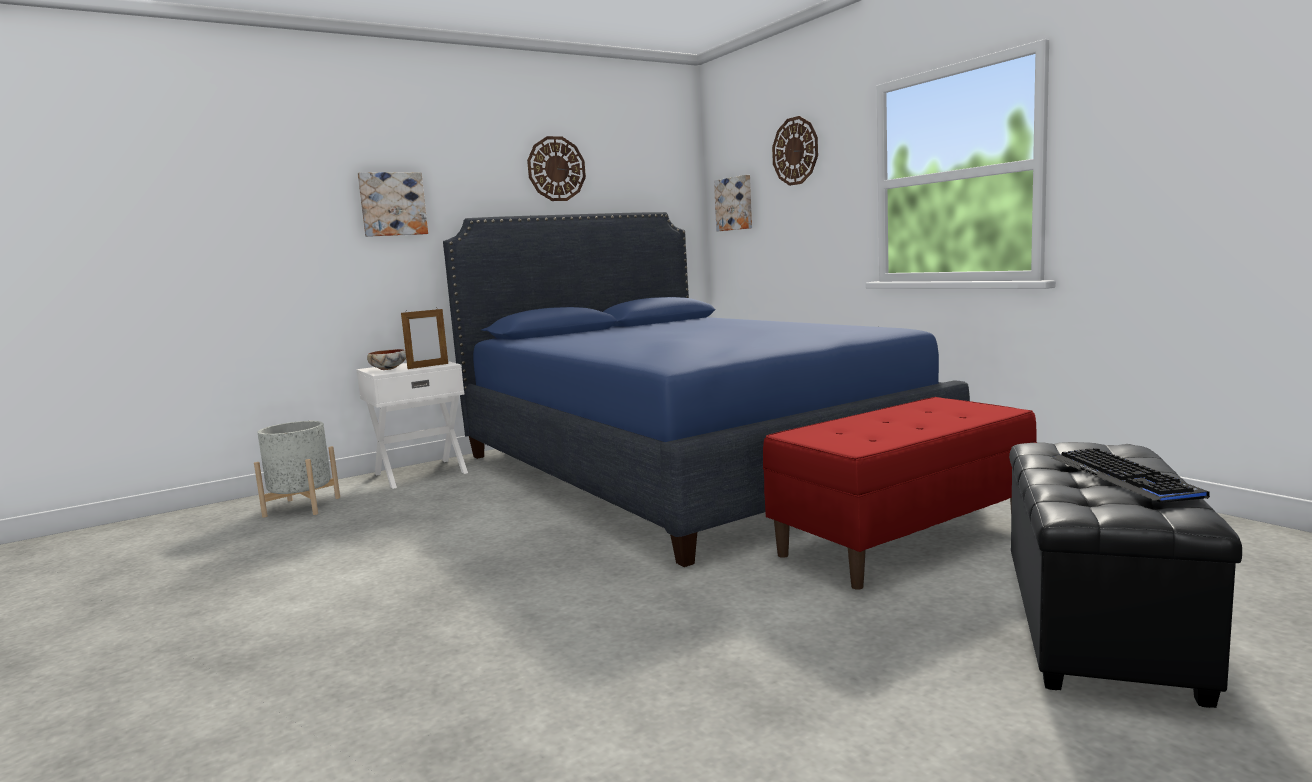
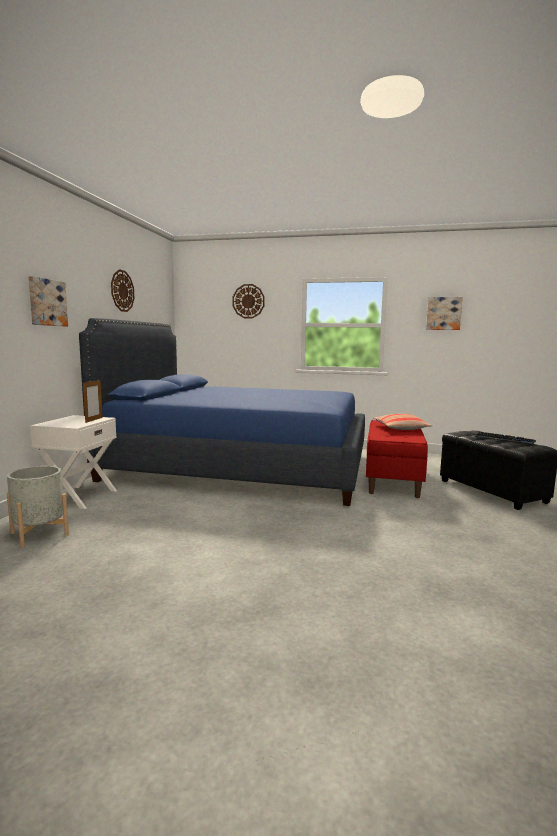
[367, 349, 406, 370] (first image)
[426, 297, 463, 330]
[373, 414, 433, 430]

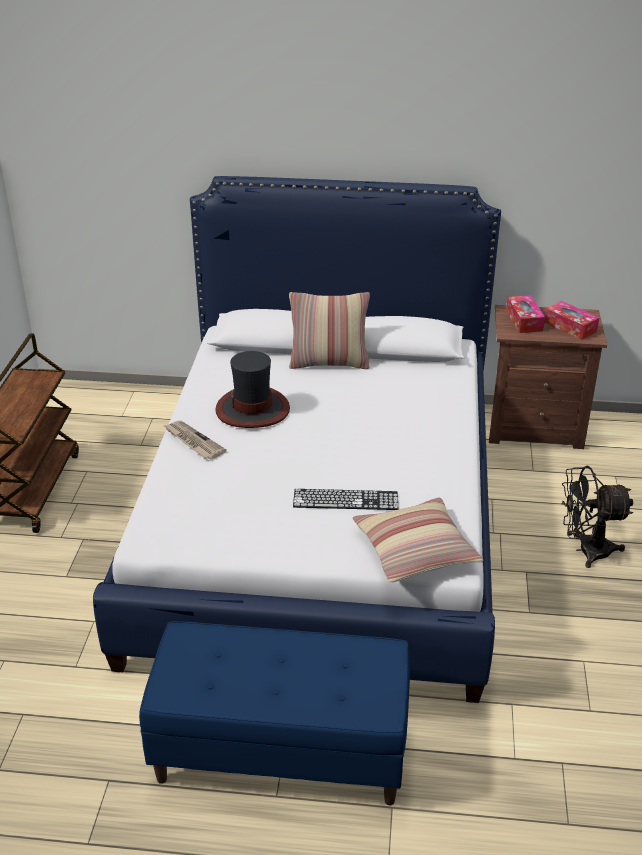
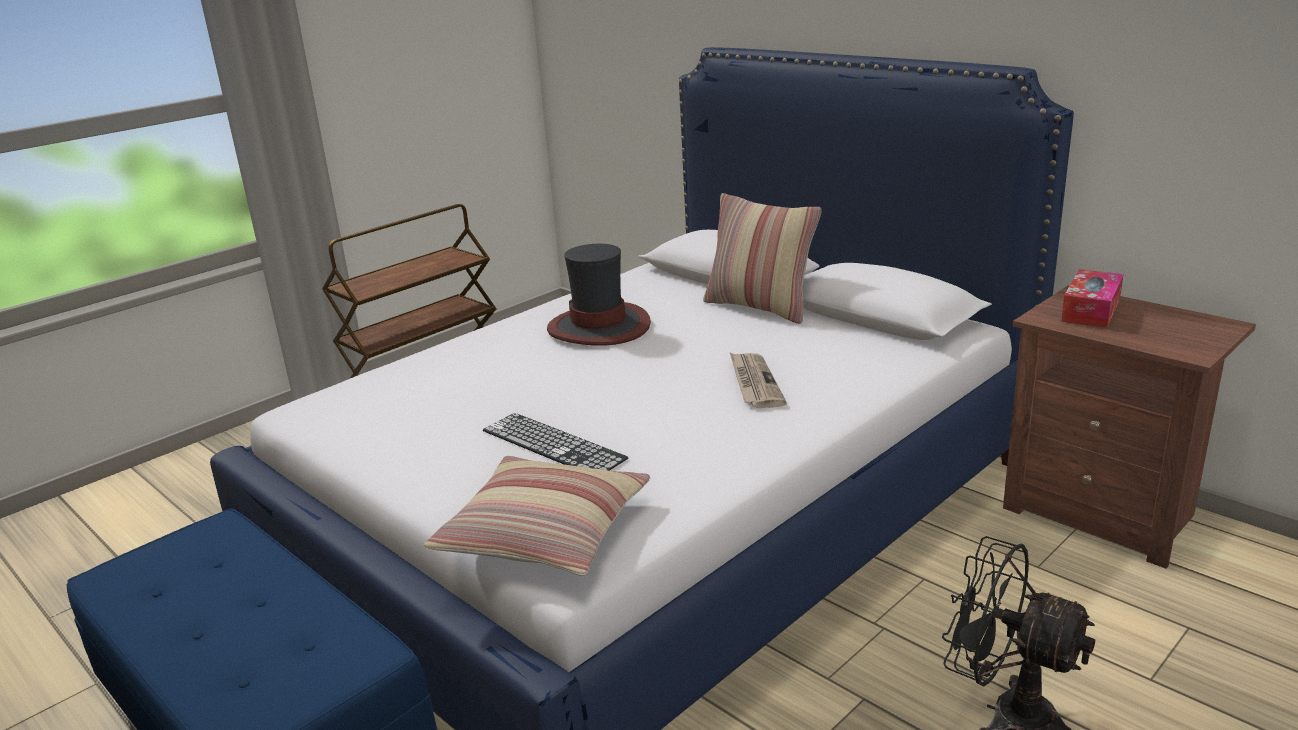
[730, 353, 787, 408]
[544, 301, 599, 340] (first image)

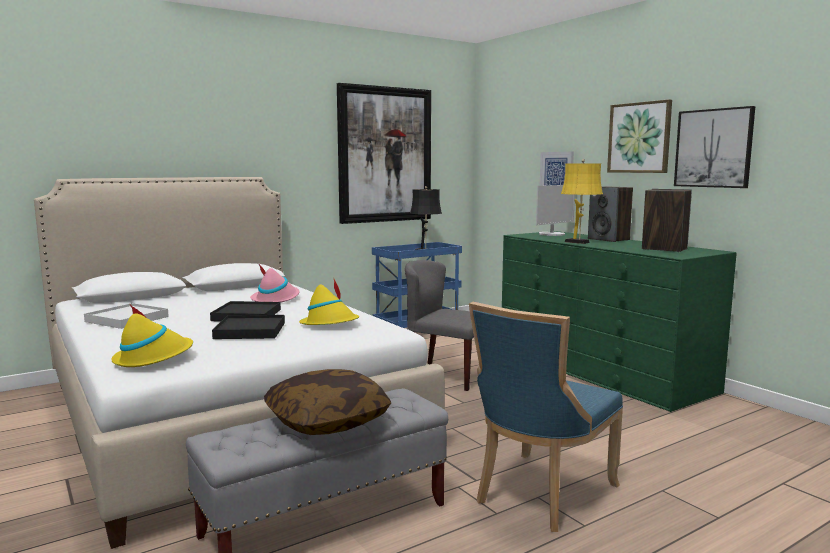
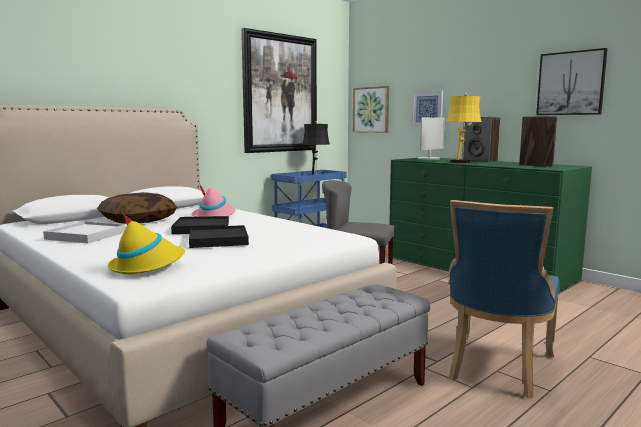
[97, 192, 177, 224]
[299, 279, 359, 325] (first image)
[353, 86, 389, 133]

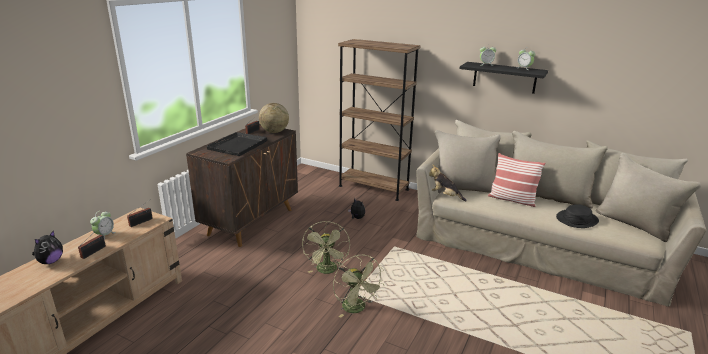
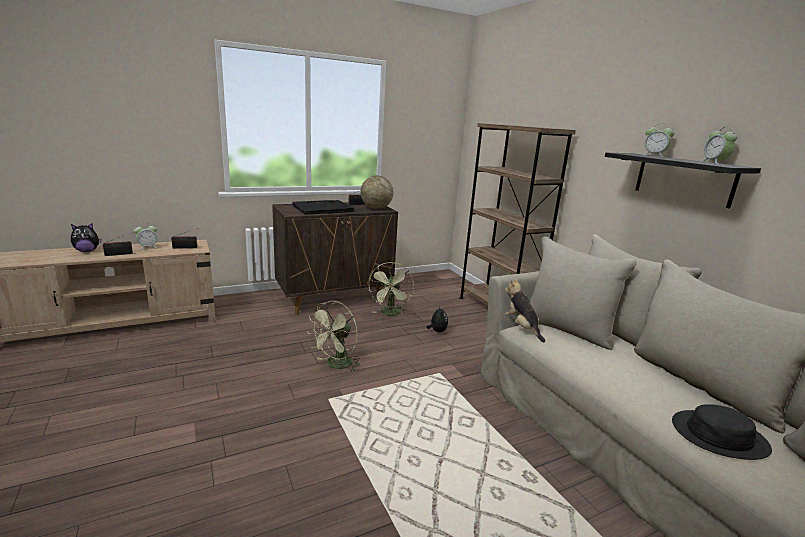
[368, 262, 414, 315]
[488, 153, 546, 207] (first image)

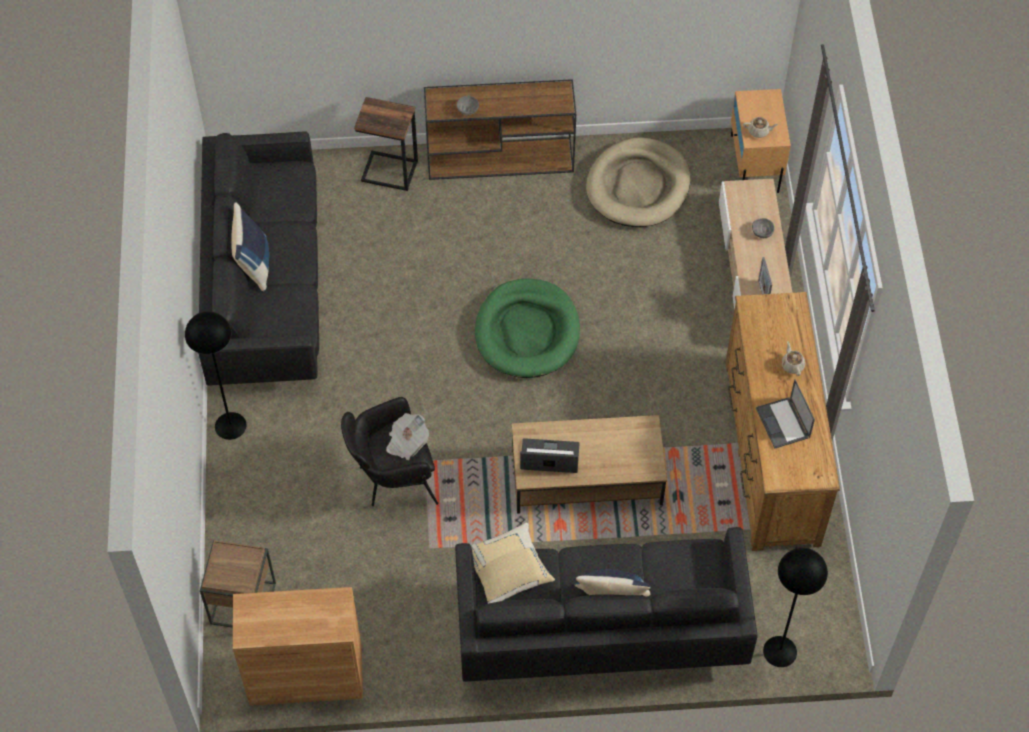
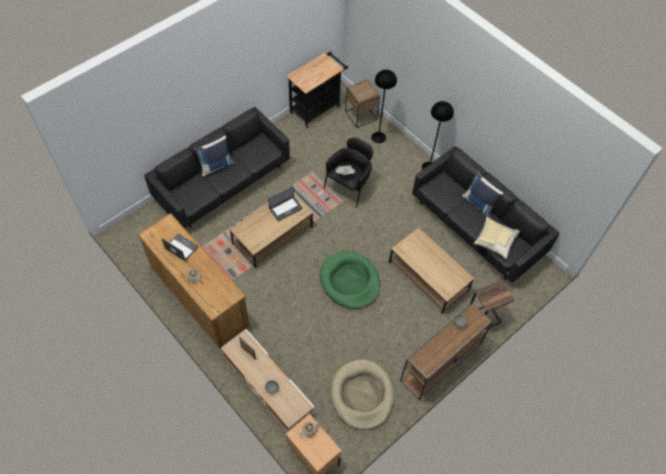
[286, 52, 348, 128]
[474, 217, 520, 259]
[371, 70, 397, 143]
[389, 227, 475, 314]

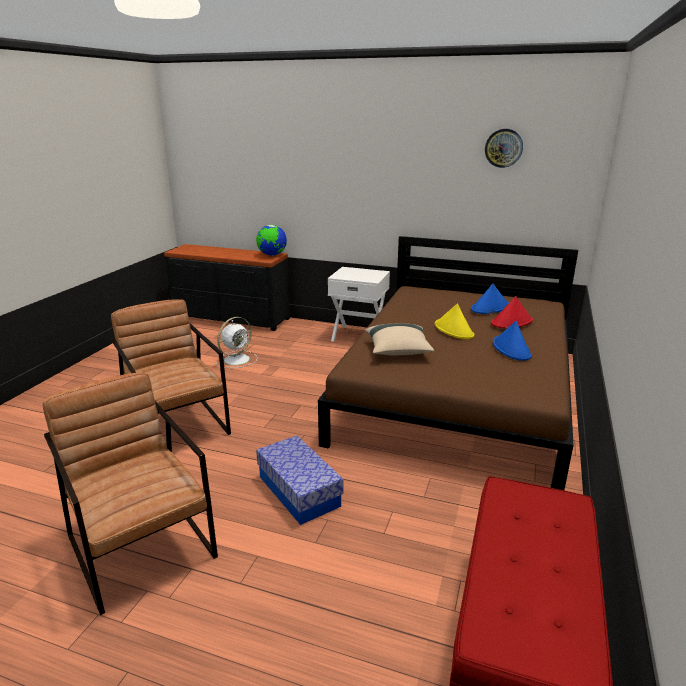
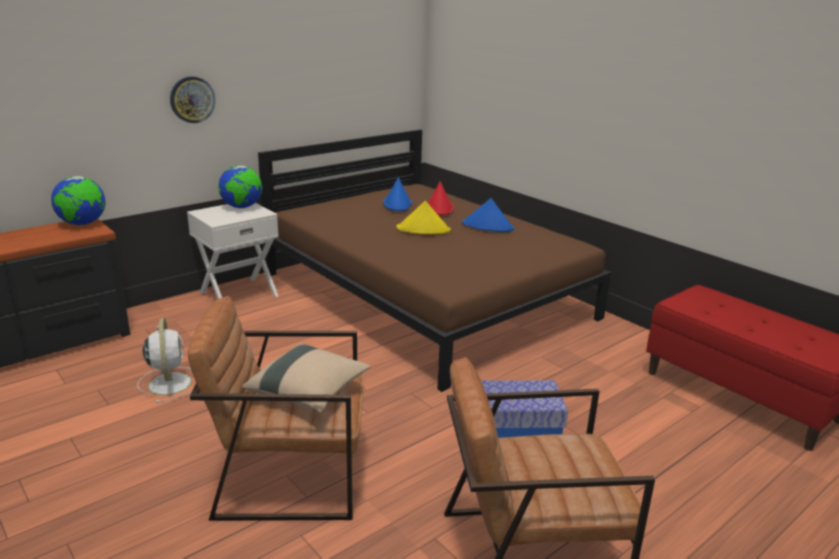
[242, 344, 371, 413]
[170, 76, 215, 123]
[218, 165, 262, 208]

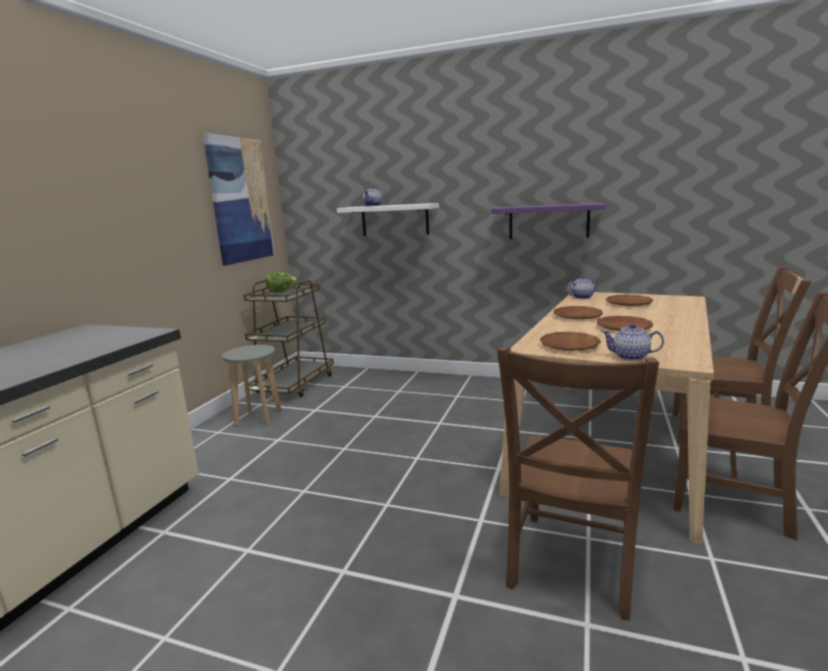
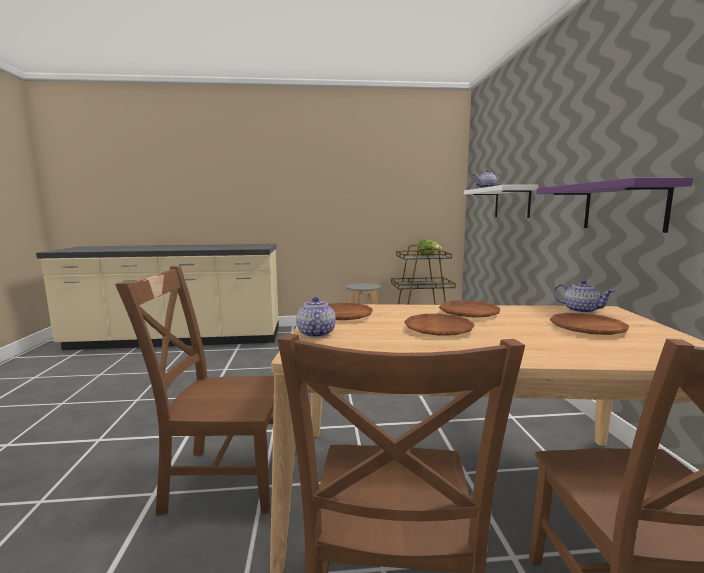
[203, 133, 275, 265] (first image)

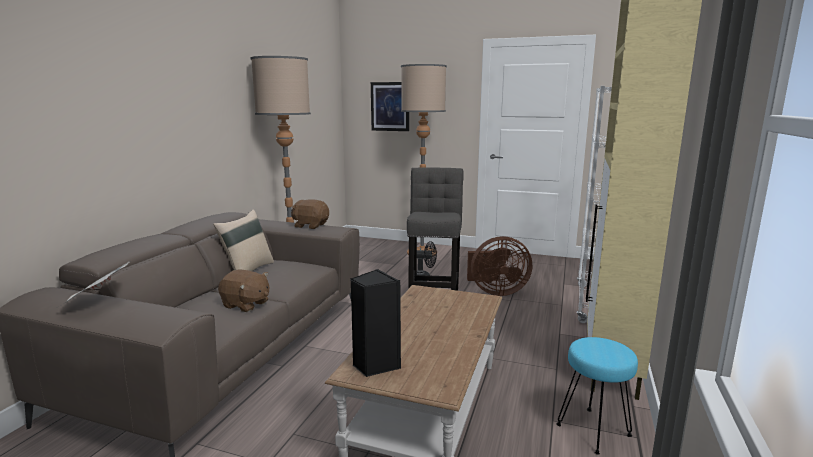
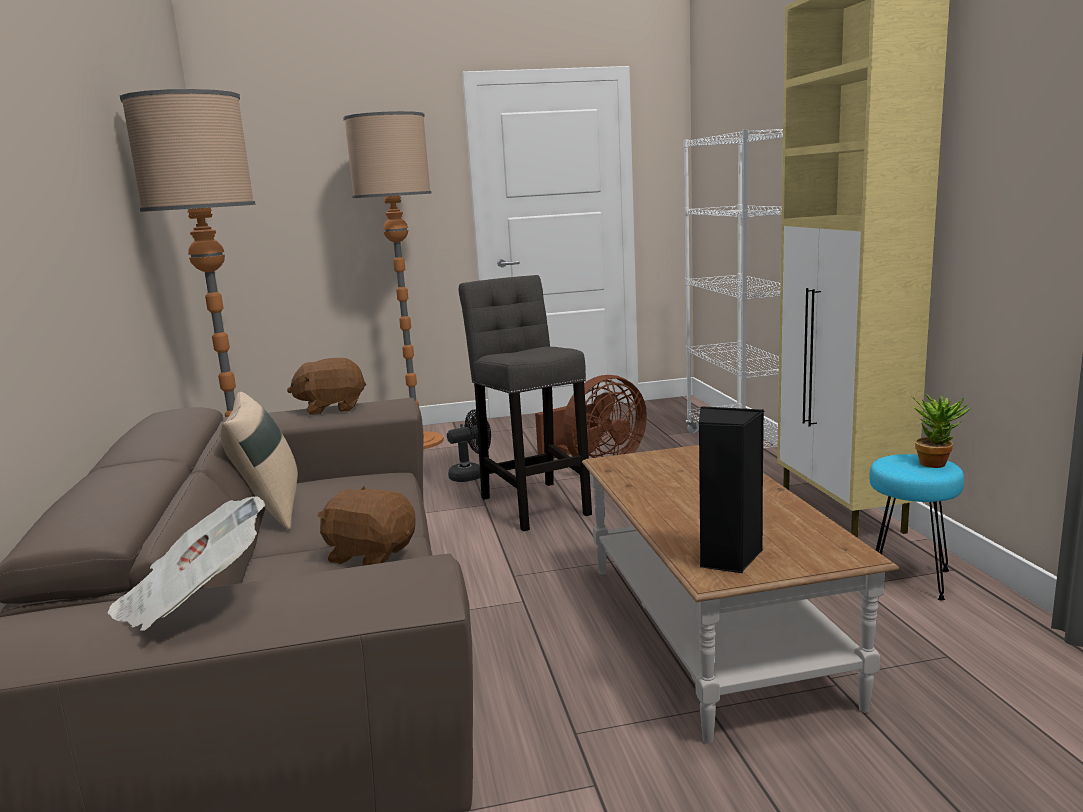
[318, 486, 416, 566]
[371, 82, 409, 131] (first image)
[910, 395, 971, 468]

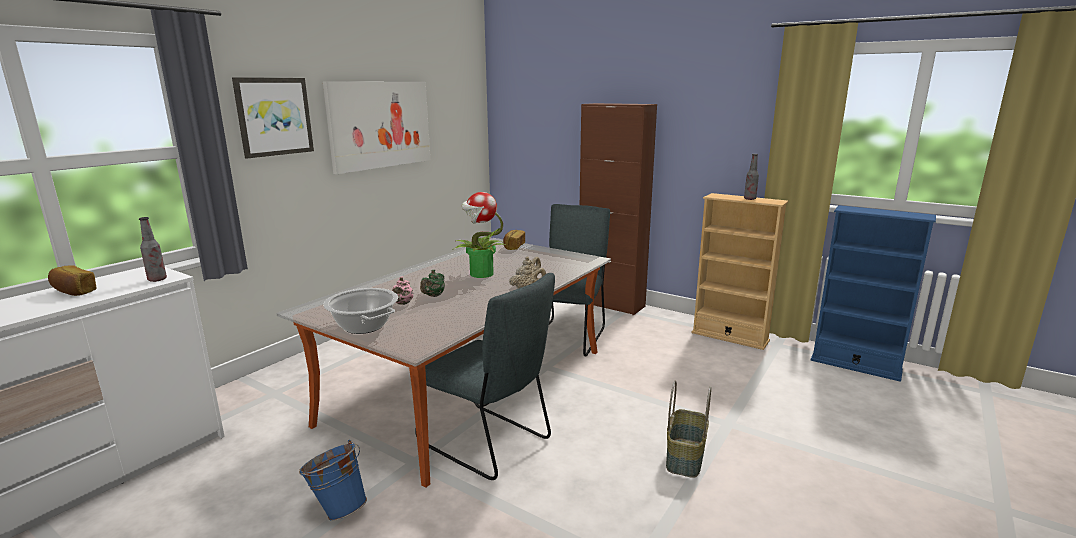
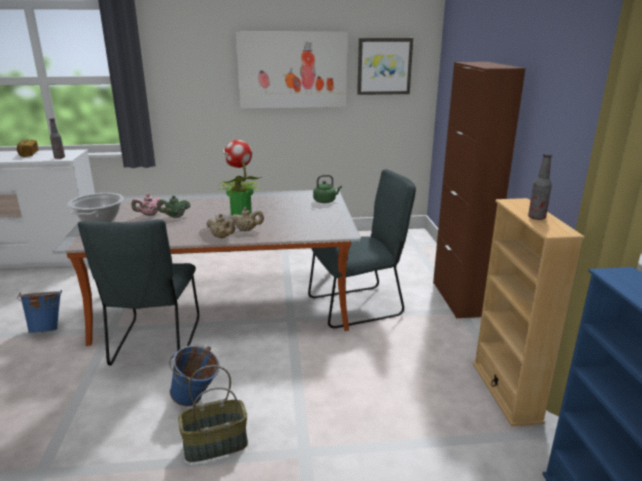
[357, 38, 413, 95]
[313, 175, 342, 203]
[169, 346, 220, 406]

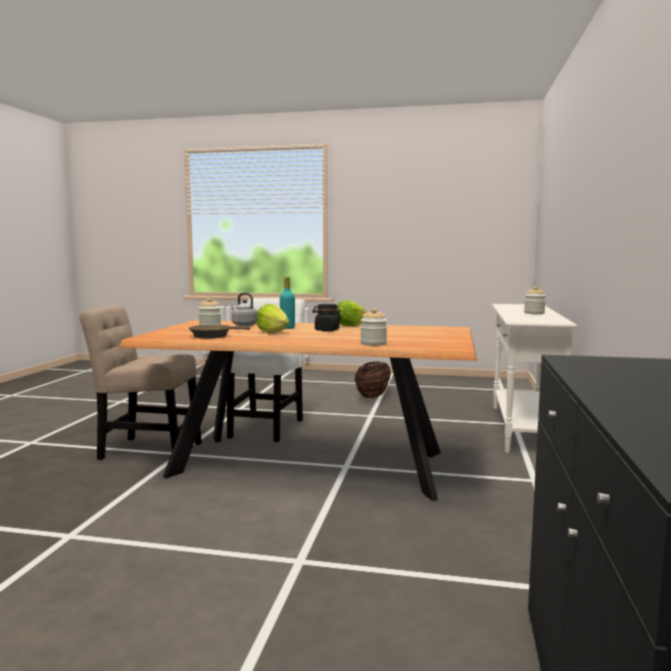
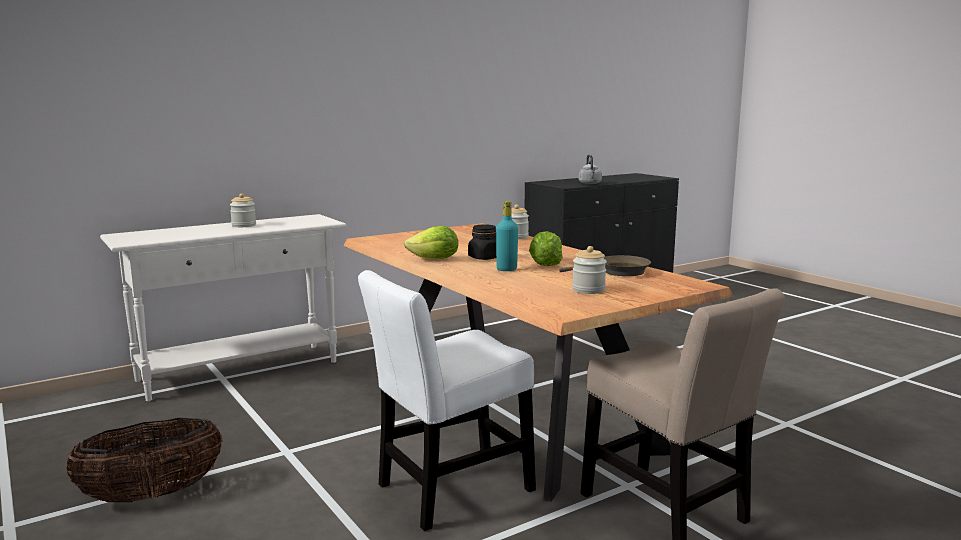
[579, 155, 602, 184]

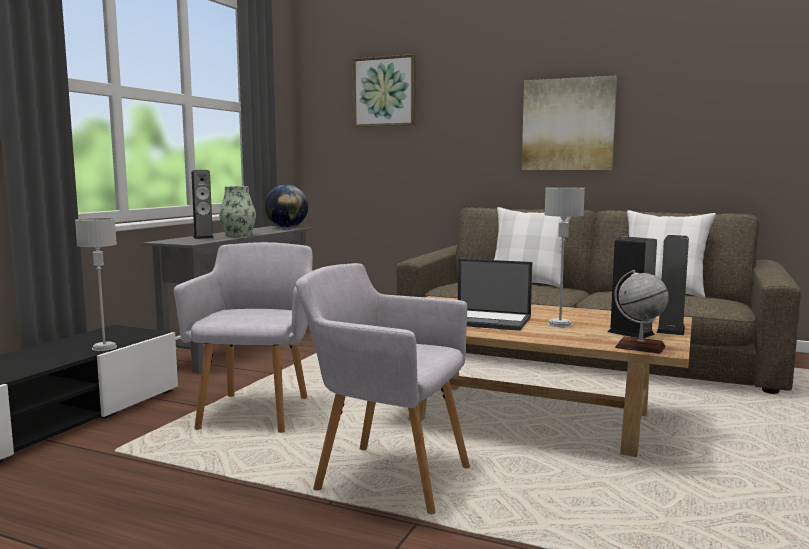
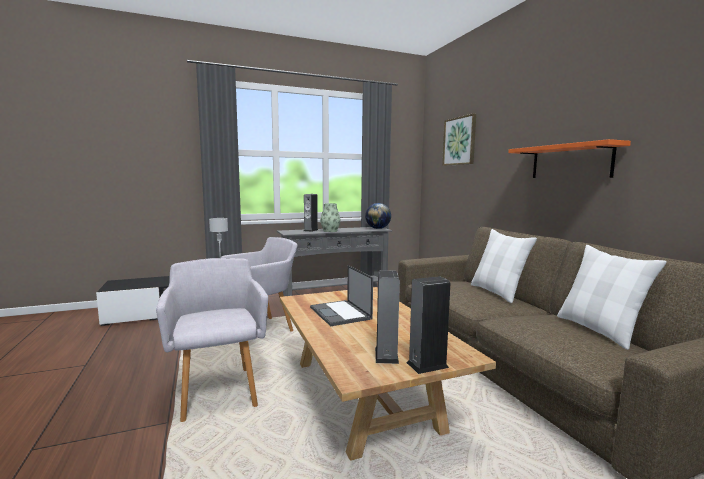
[508, 139, 631, 178]
[544, 187, 585, 327] (first image)
[614, 270, 669, 354] (first image)

